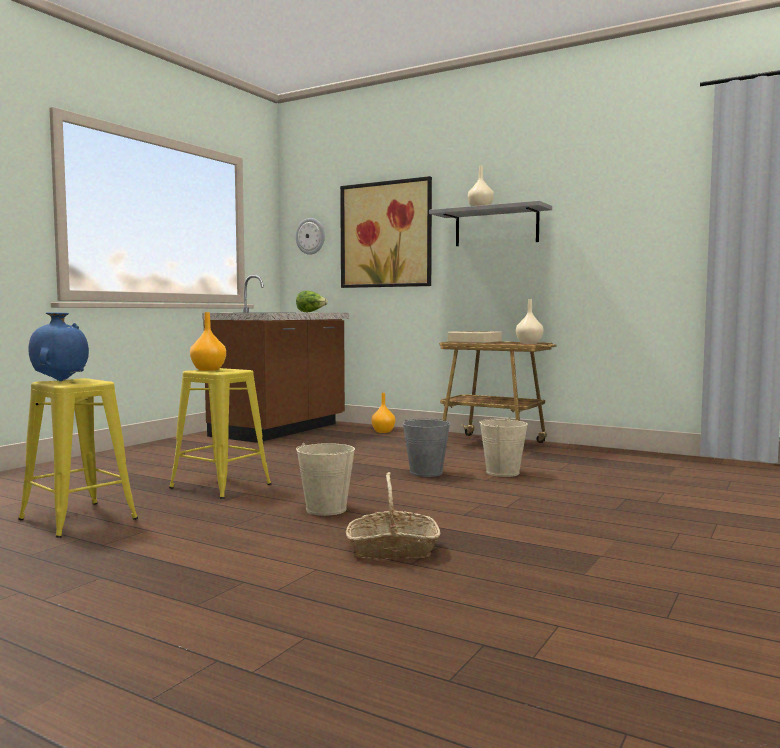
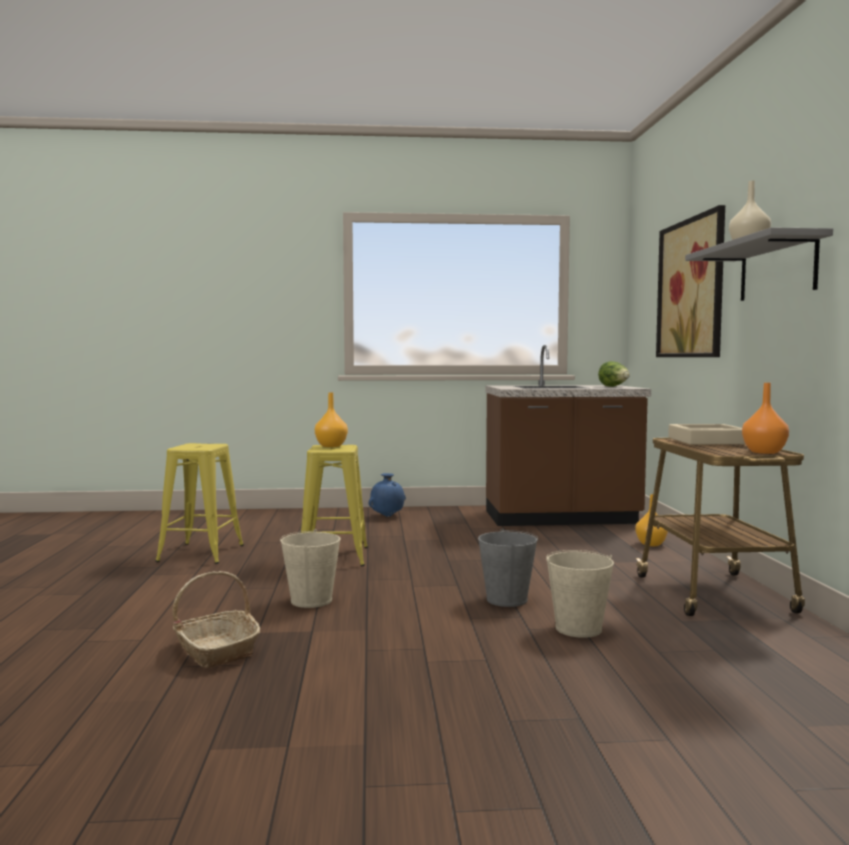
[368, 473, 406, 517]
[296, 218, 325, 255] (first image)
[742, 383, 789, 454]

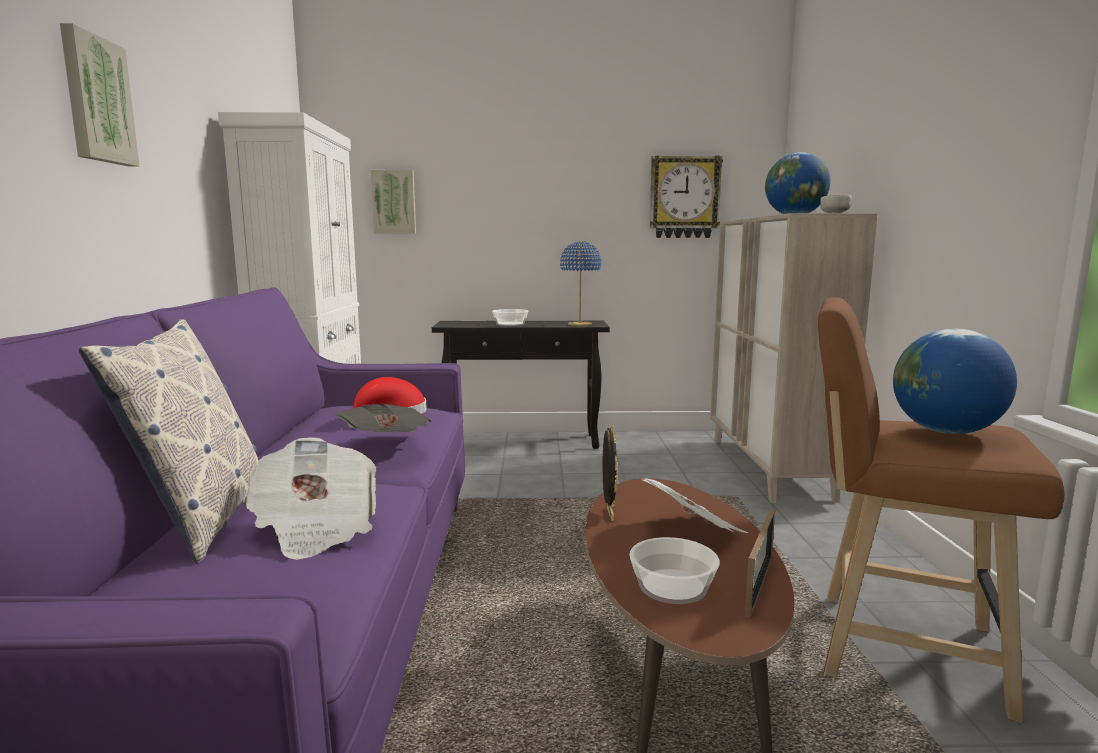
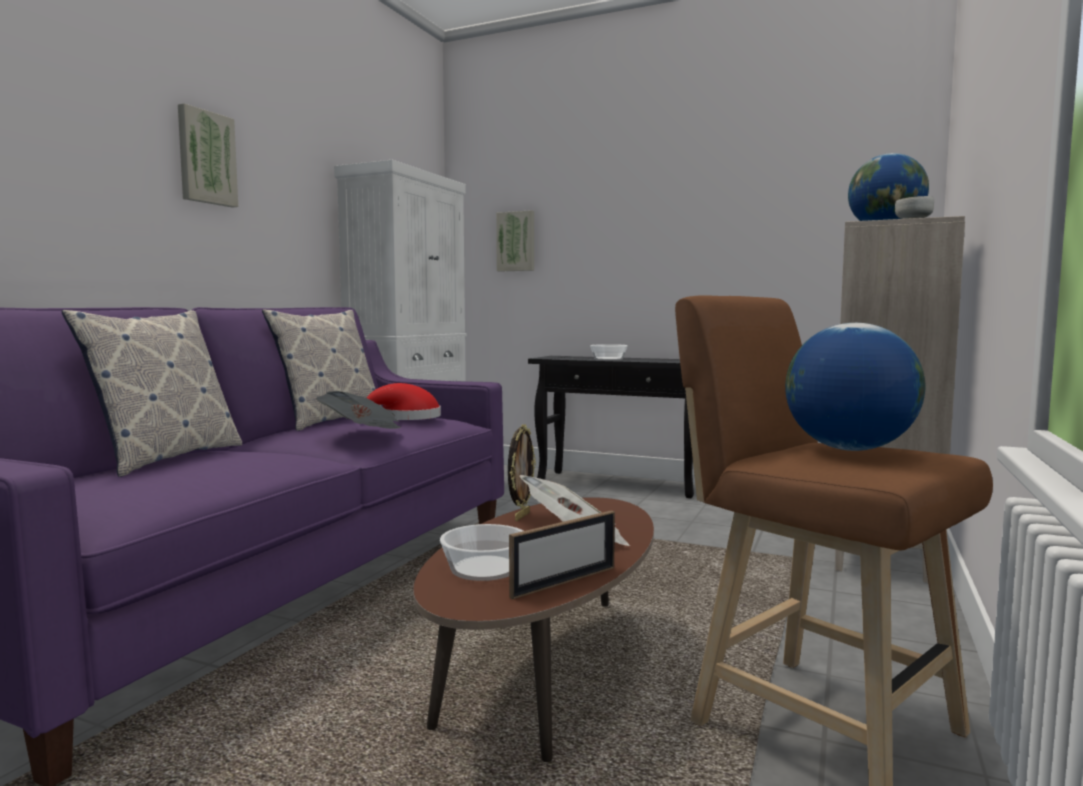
[243, 437, 376, 560] (first image)
[560, 241, 601, 326] (first image)
[649, 155, 723, 238] (first image)
[262, 309, 381, 431]

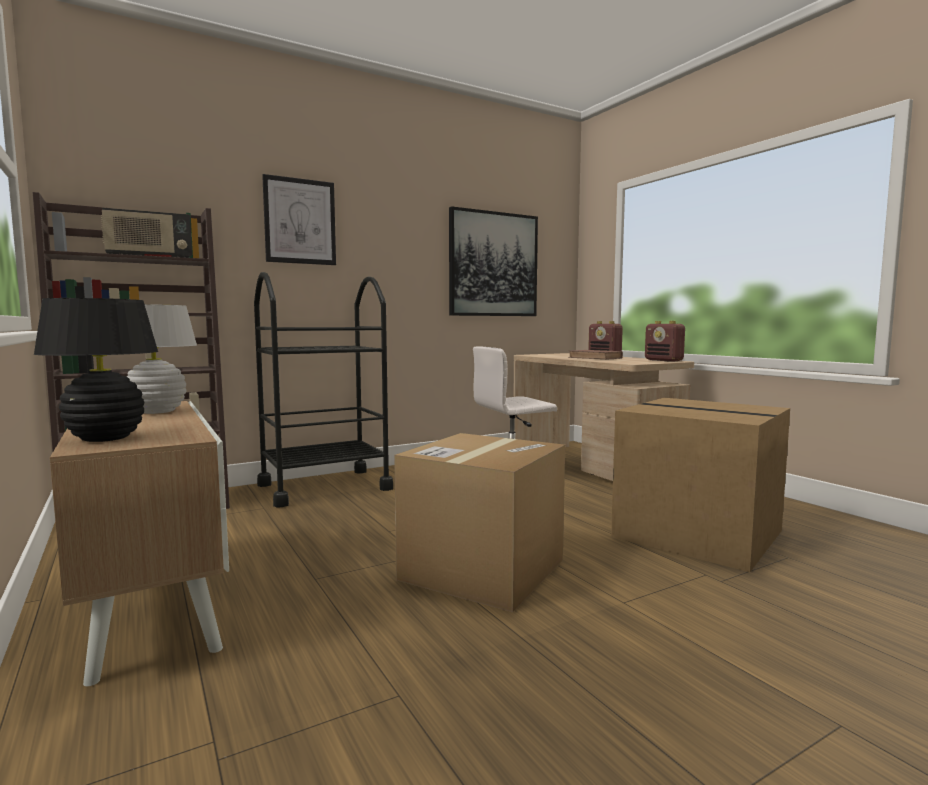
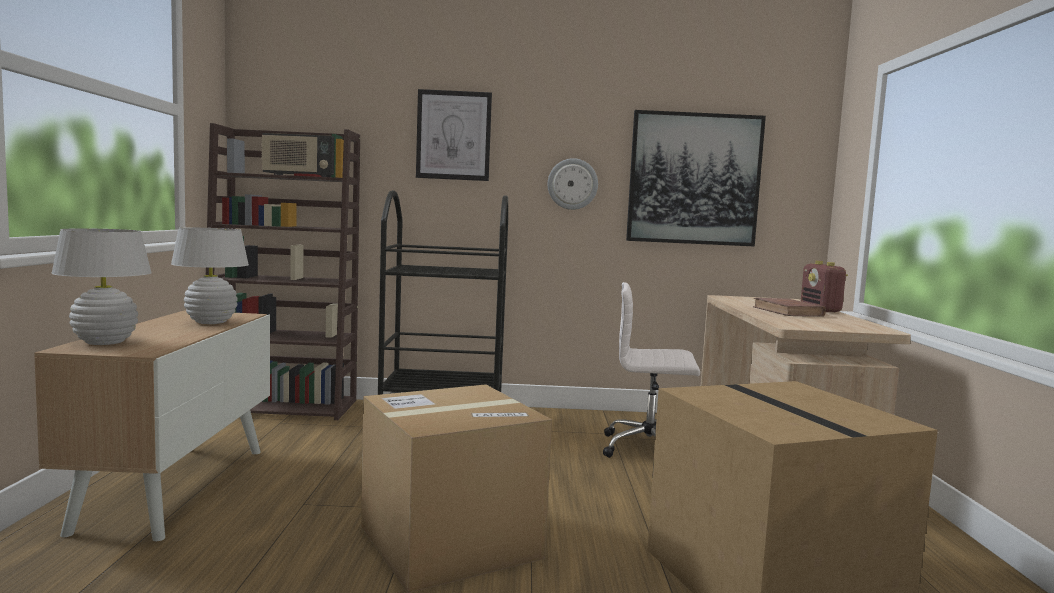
[52, 228, 152, 345]
[645, 321, 685, 362] (first image)
[548, 158, 598, 210]

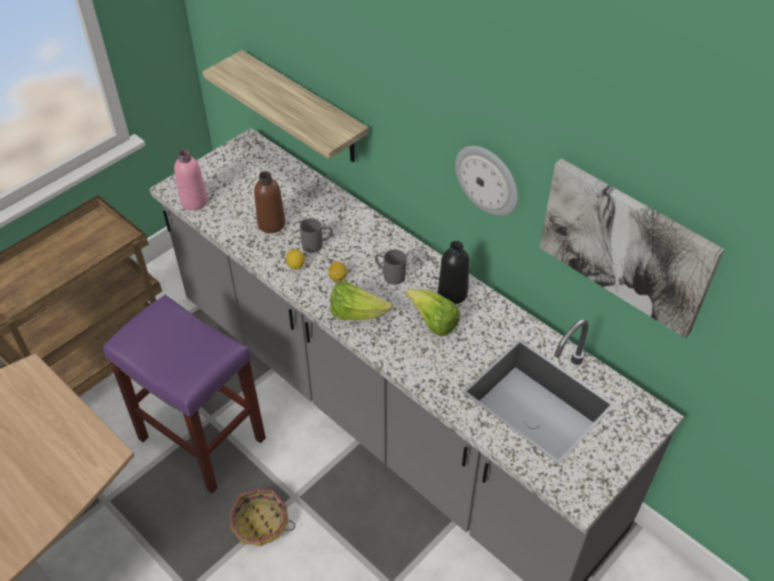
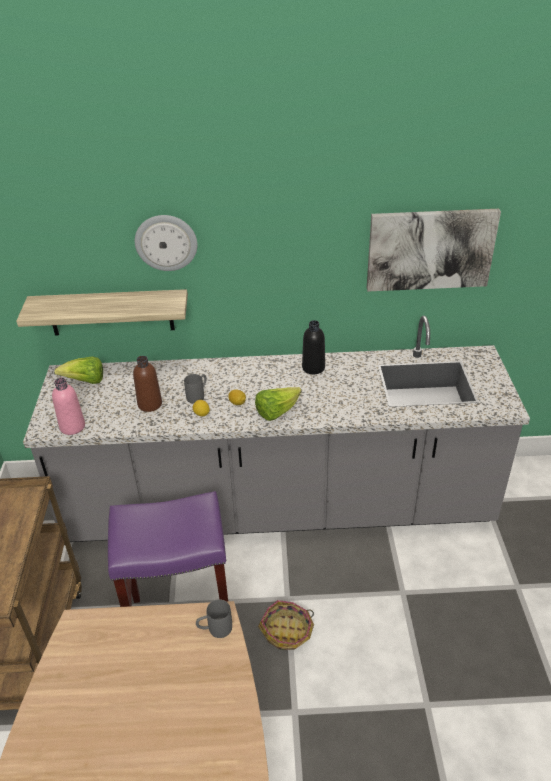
[196, 599, 232, 638]
[54, 357, 103, 384]
[135, 215, 197, 271]

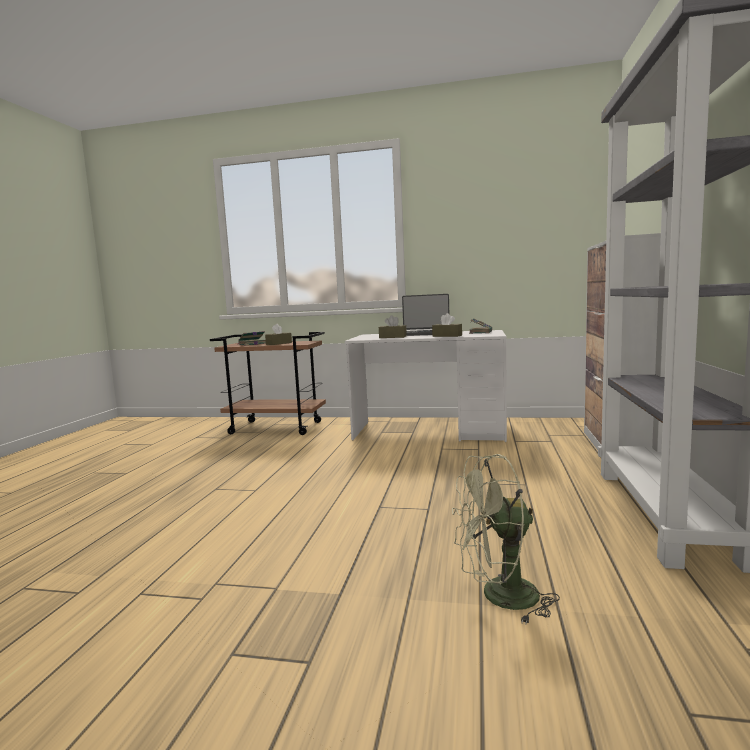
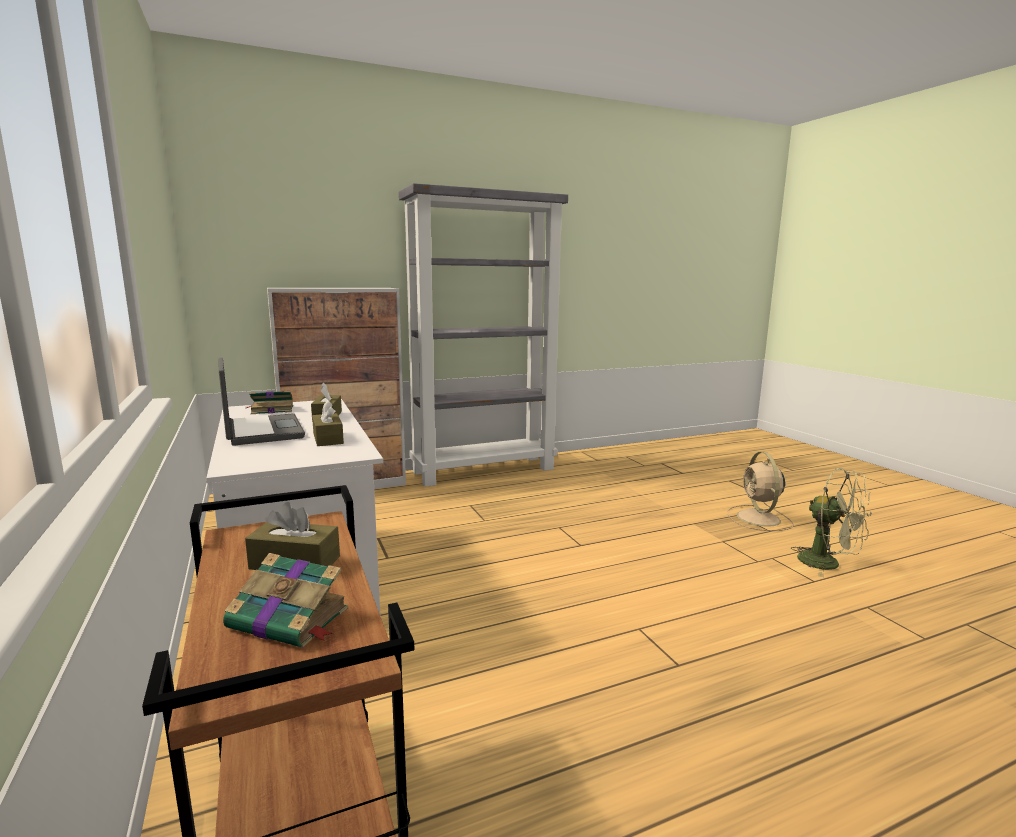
[791, 468, 871, 577]
[727, 452, 794, 531]

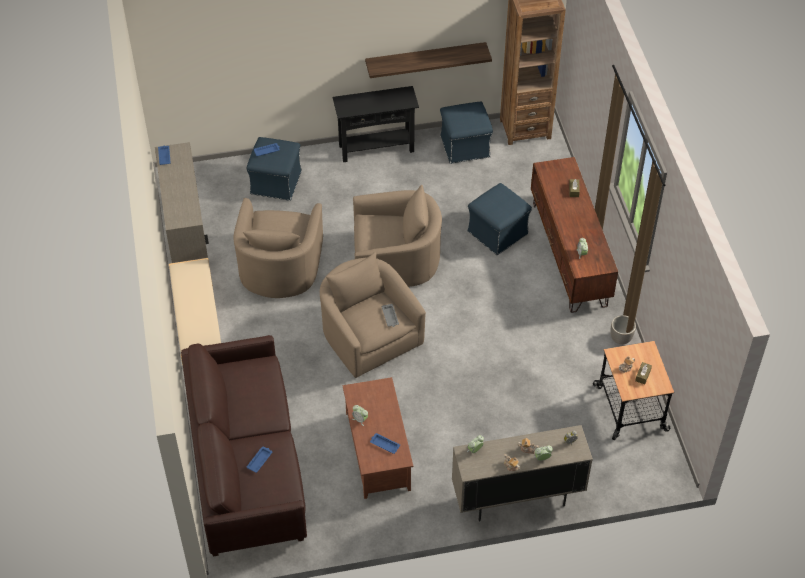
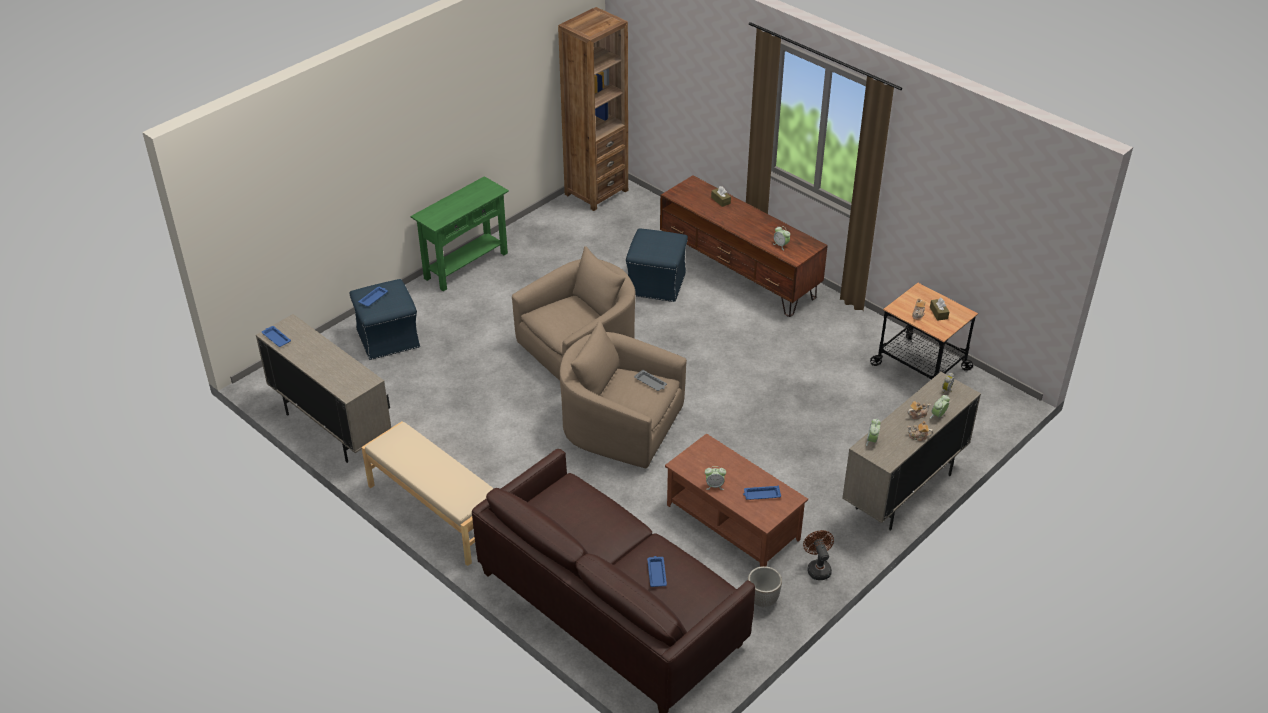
[234, 198, 323, 298] (first image)
[410, 176, 509, 291]
[365, 42, 492, 78] (first image)
[440, 102, 493, 164] (first image)
[748, 566, 782, 607]
[803, 530, 834, 580]

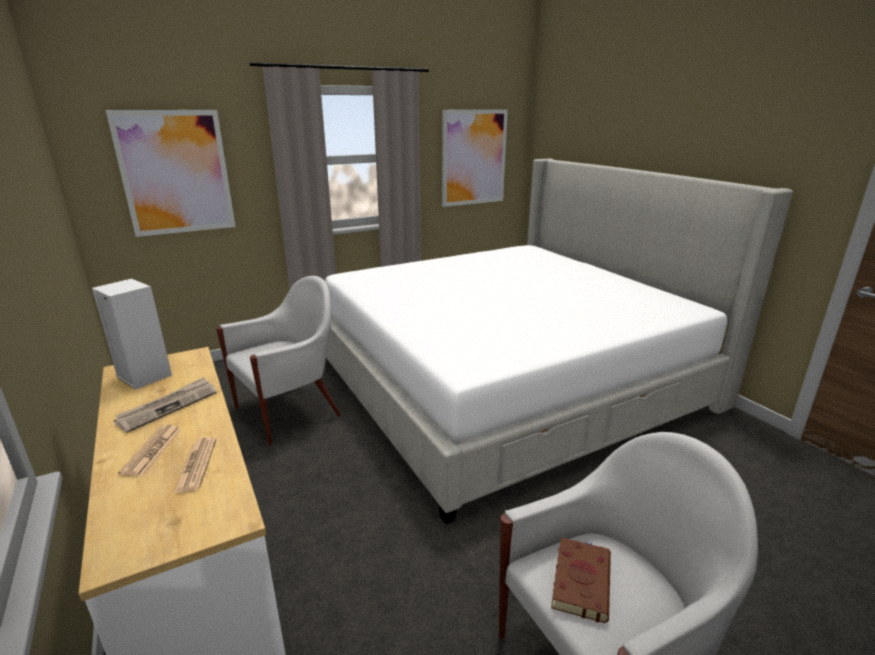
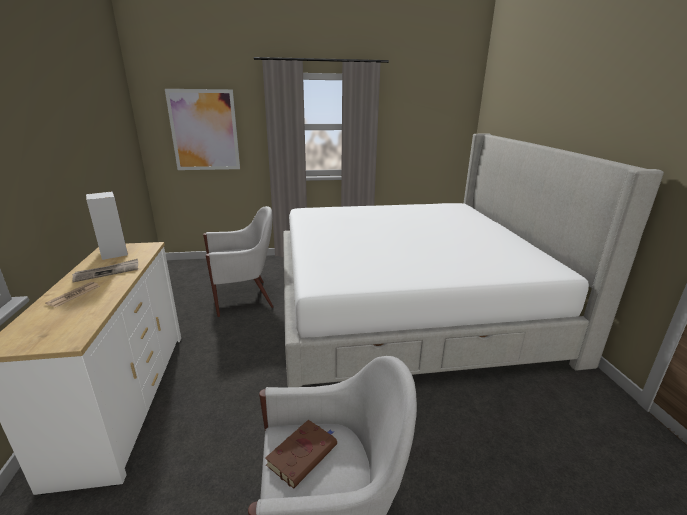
[173, 437, 217, 493] (first image)
[442, 109, 508, 207] (first image)

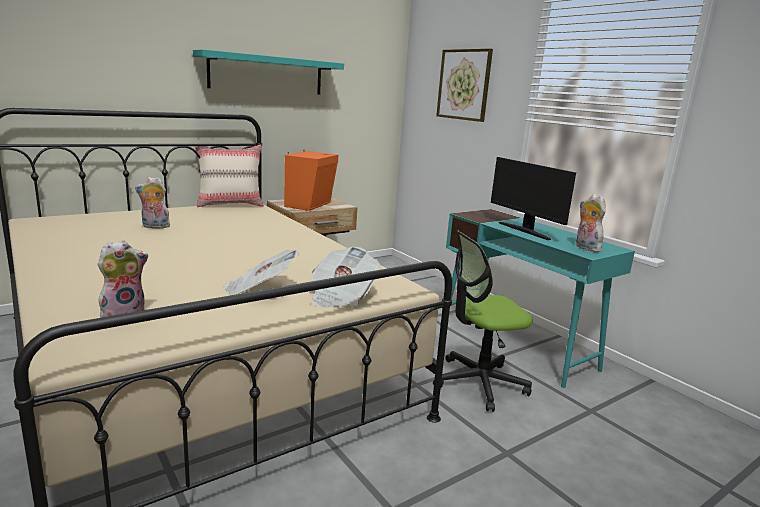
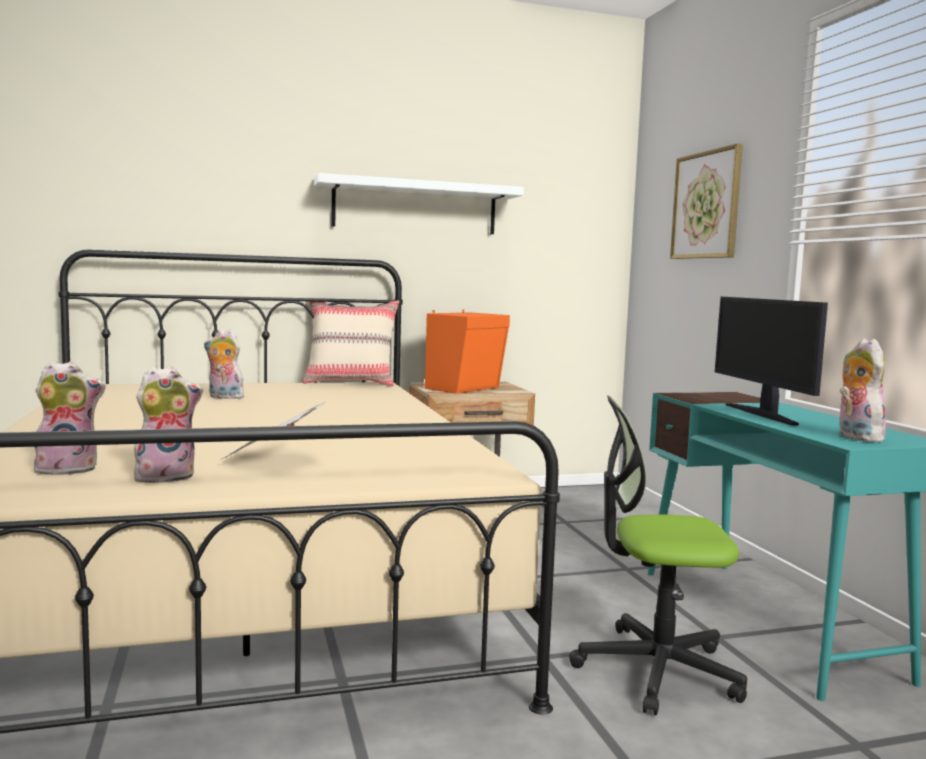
[314, 173, 524, 234]
[311, 246, 381, 308] (first image)
[134, 366, 203, 483]

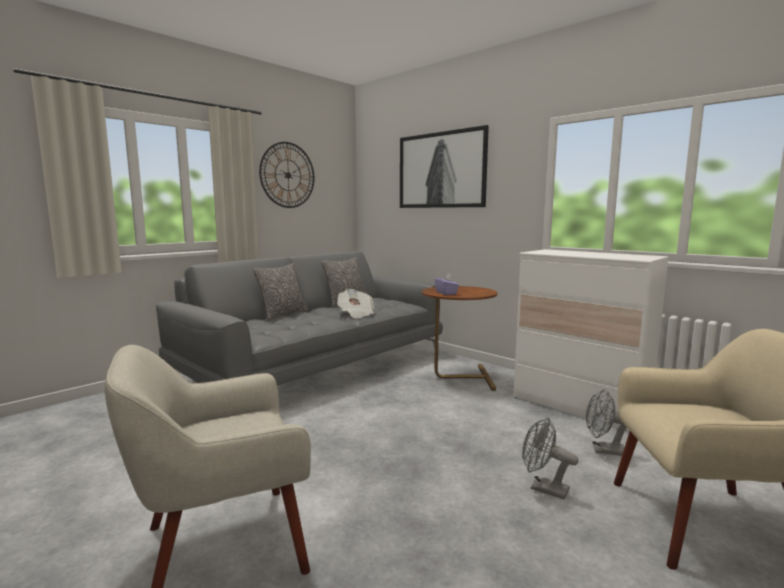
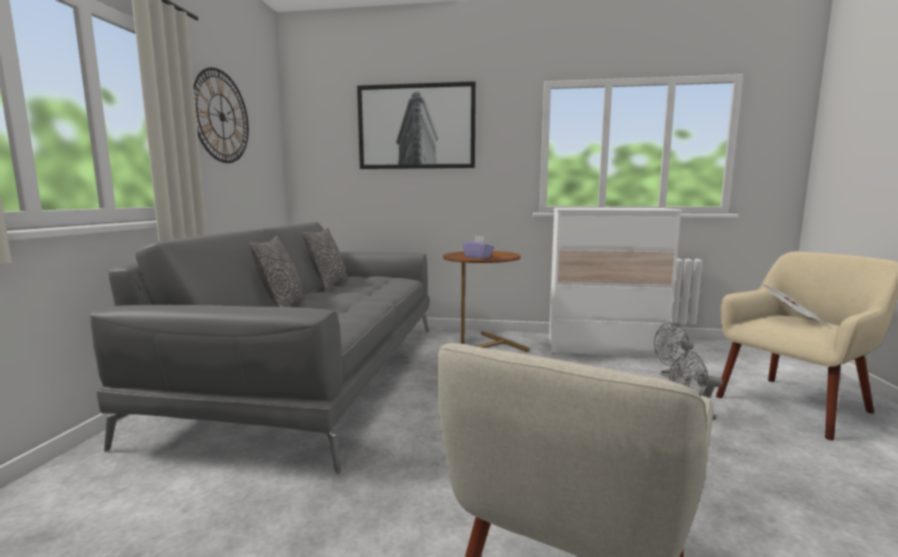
[762, 284, 830, 326]

